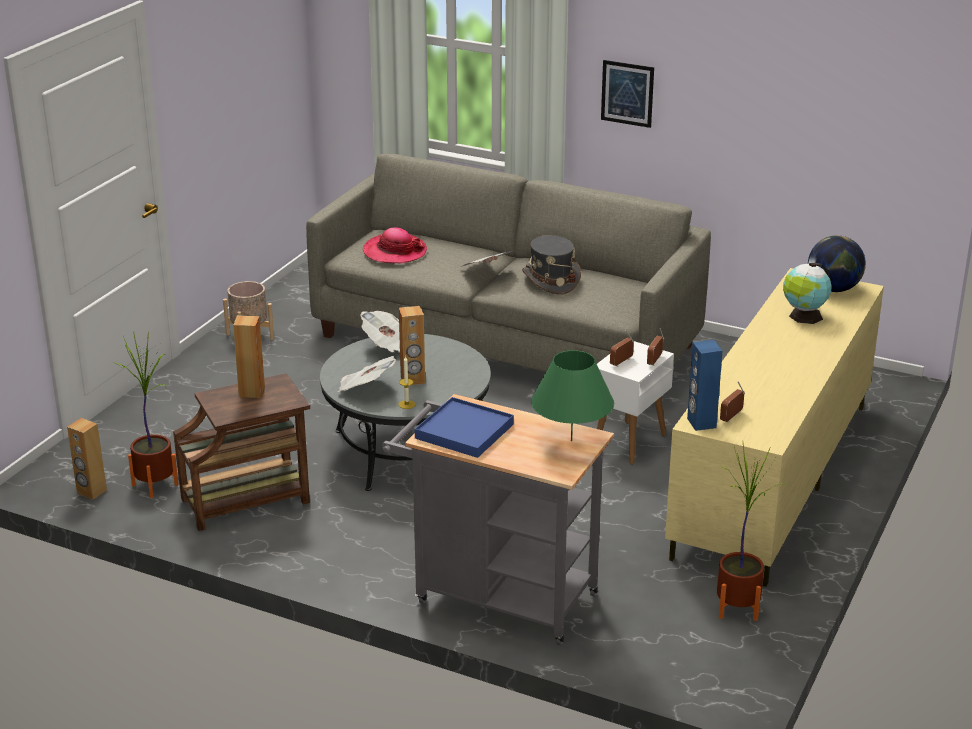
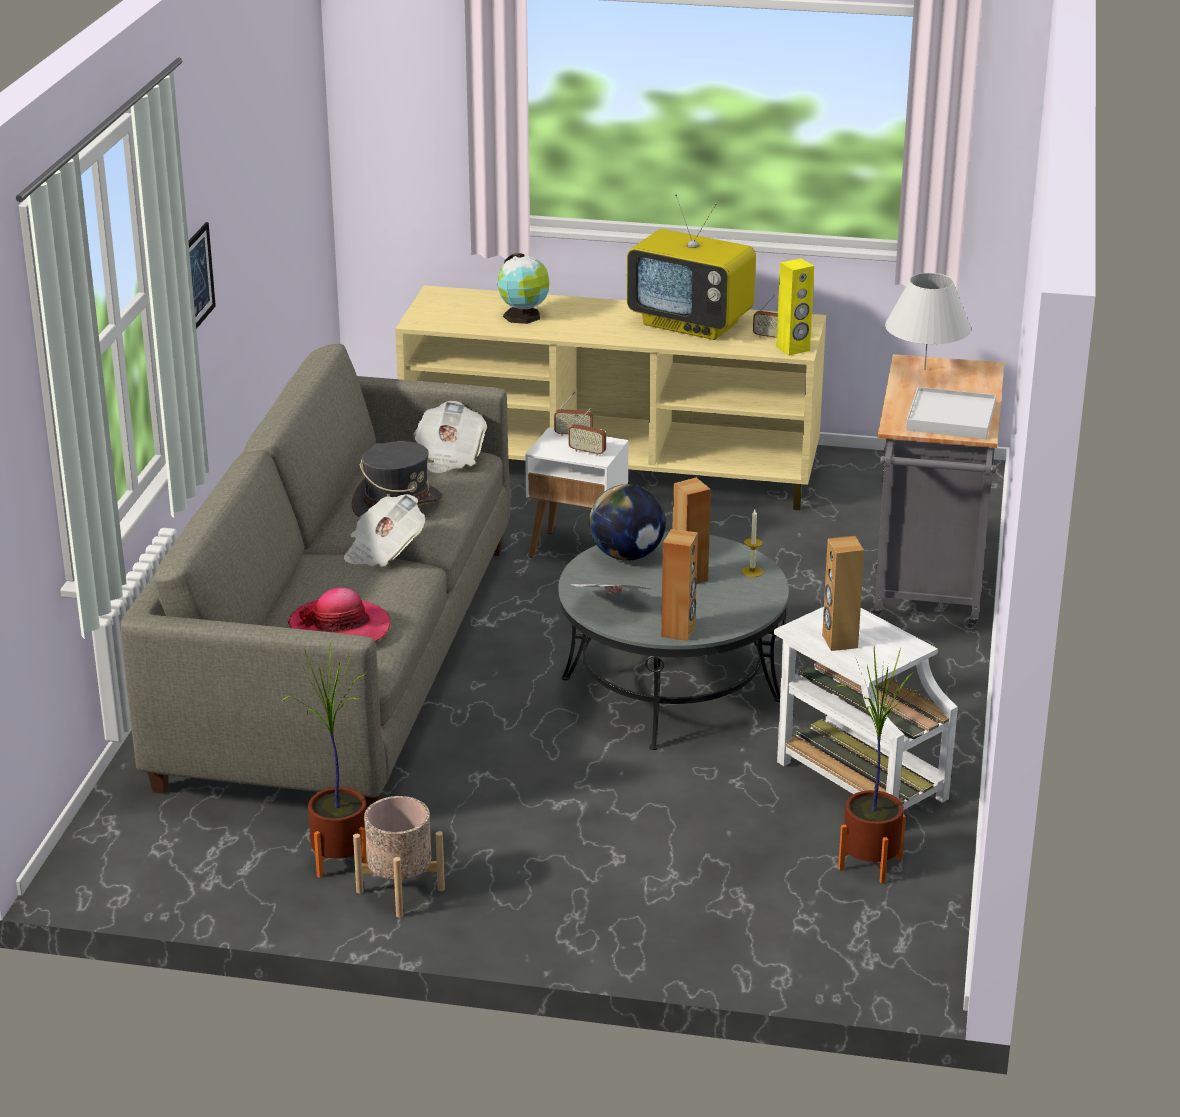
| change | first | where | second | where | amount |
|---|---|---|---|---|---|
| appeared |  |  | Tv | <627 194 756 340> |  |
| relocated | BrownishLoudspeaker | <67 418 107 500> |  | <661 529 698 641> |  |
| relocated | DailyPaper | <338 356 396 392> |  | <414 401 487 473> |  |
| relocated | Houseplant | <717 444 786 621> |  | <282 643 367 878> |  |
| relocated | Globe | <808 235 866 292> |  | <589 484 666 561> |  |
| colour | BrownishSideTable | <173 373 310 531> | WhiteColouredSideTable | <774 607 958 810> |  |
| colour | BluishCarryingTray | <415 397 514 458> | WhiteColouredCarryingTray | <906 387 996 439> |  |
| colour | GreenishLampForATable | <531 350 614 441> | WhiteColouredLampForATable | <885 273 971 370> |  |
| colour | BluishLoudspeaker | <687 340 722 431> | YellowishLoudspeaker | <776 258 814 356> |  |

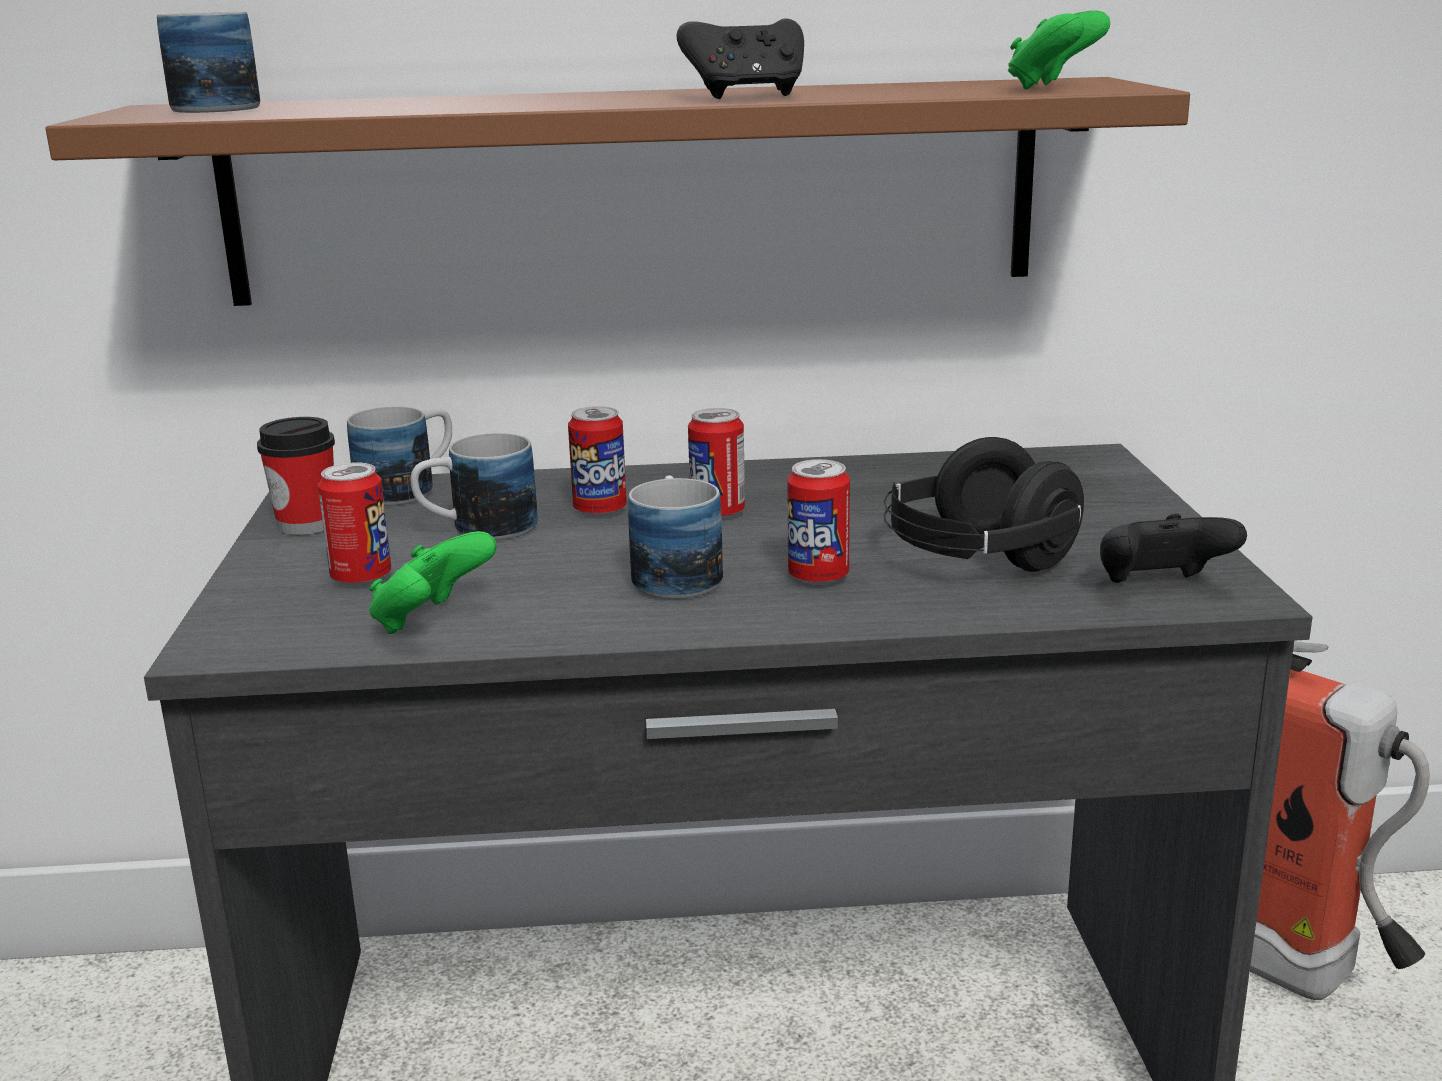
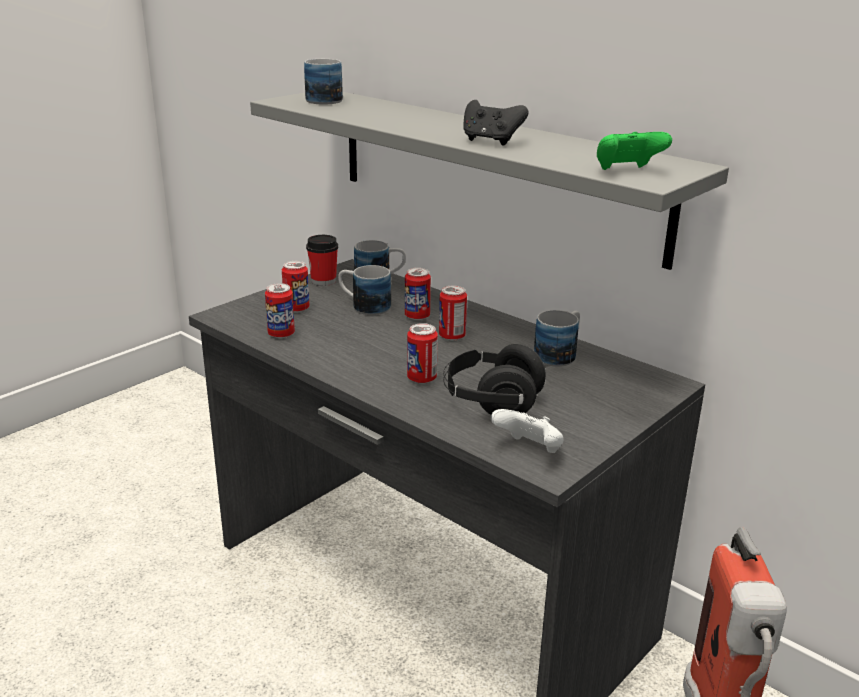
| change | first | where | second | where | amount |
|---|---|---|---|---|---|
| relocated | Mug | <628 476 723 599> |  | <534 310 580 367> |  |
| exchanged | GreenishGameController | <369 531 497 634> | MetalCan | <265 283 295 338> |  |
| colour | BrownishBracketShelf | <46 77 1190 306> | GrayBracketShelf | <250 92 729 270> |  |
| colour | BlackishGameController | <1100 514 1247 583> | WhiteColouredGameController | <491 409 563 453> |  |

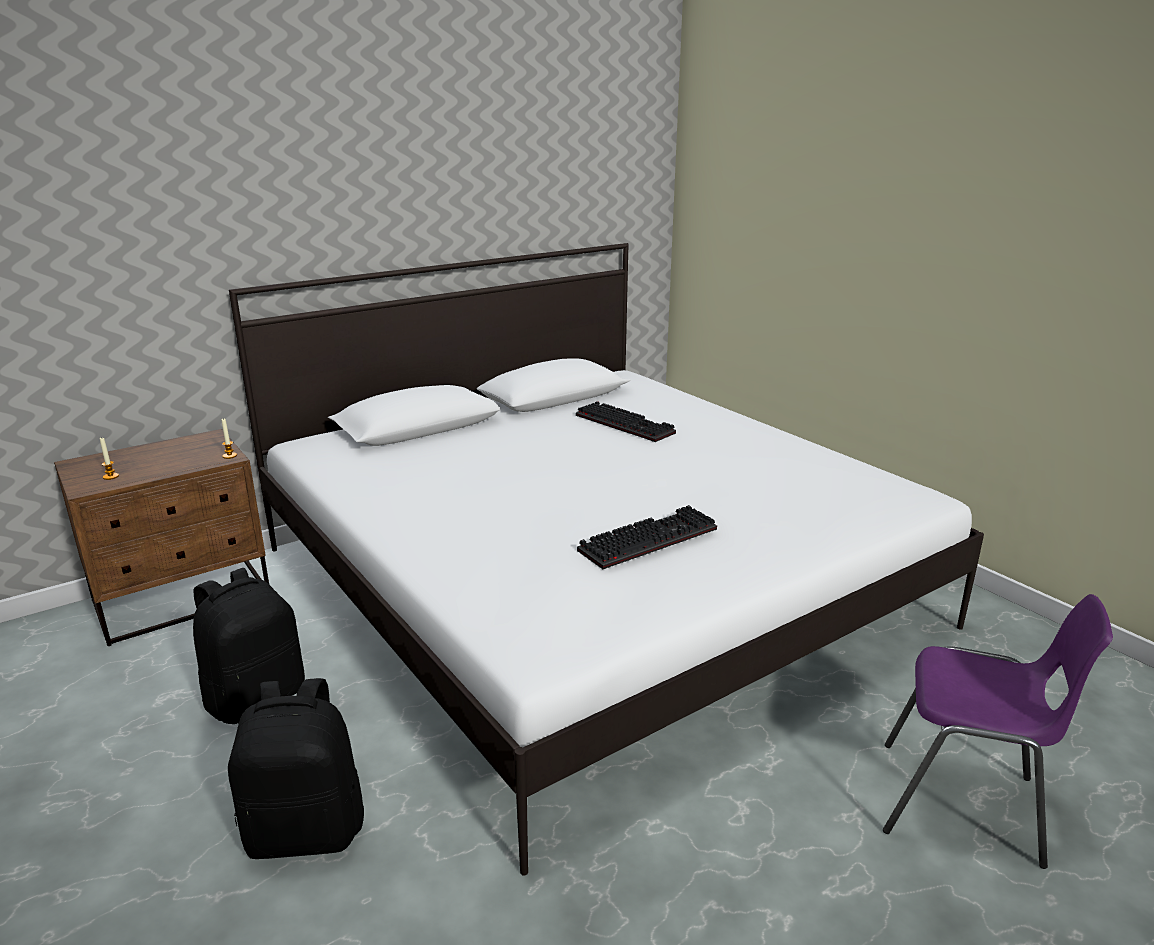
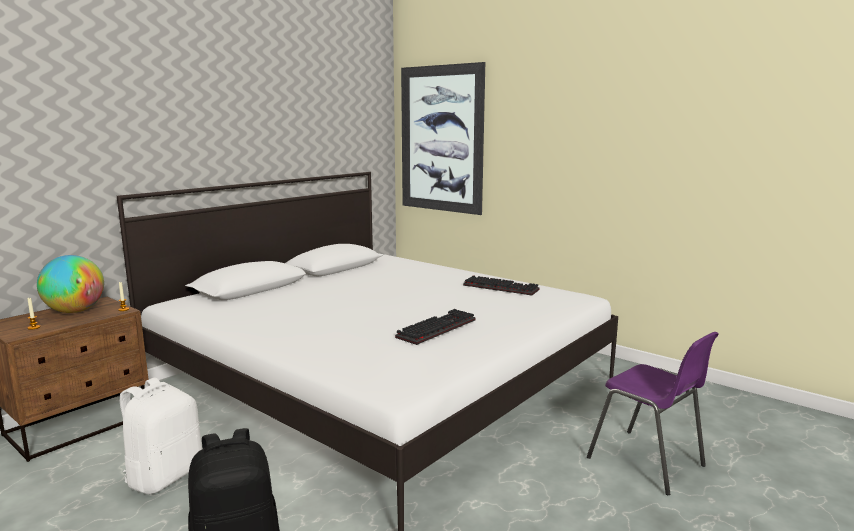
| change | first | where | second | where | amount |
|---|---|---|---|---|---|
| appeared |  |  | Globe | <37 255 104 313> |  |
| appeared |  |  | WallArt | <401 62 485 215> |  |
| relocated | ComputerKeyboard | <576 401 676 442> |  | <463 275 539 296> |  |
| colour | BlackishRucksack | <193 568 305 724> | WhiteColouredRucksack | <120 378 202 494> |  |
| spun | PurplishUprightChair | <883 594 1113 869> |  | <587 332 719 495> | 45 degrees clockwise |

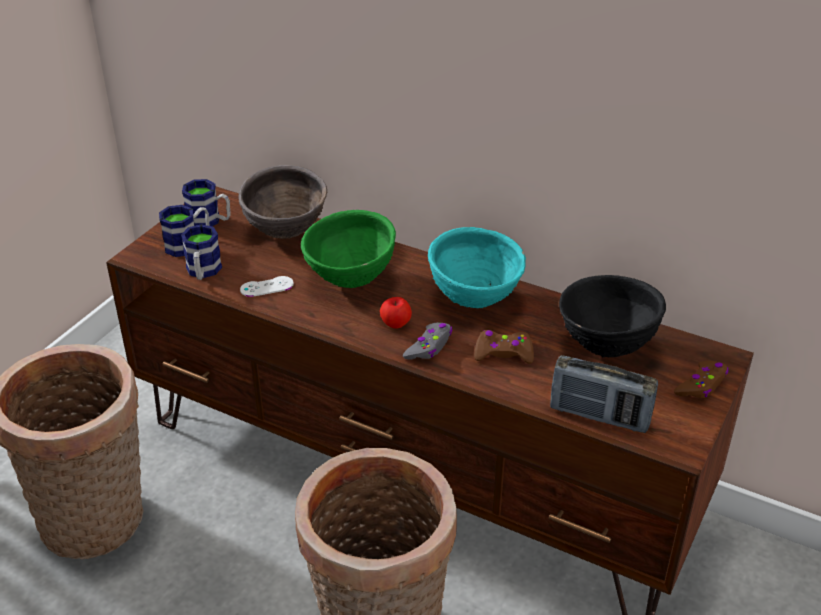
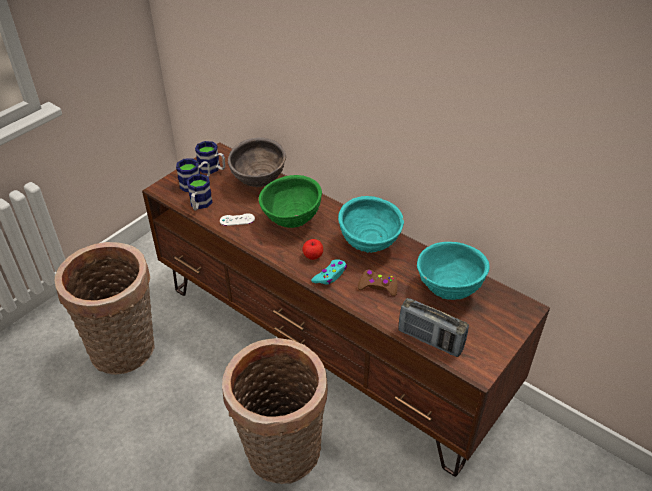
| change | first | where | second | where | amount |
|---|---|---|---|---|---|
| missing | BrownishGameController | <674 361 728 398> |  |  |  |
| colour | GrayGameController | <403 323 452 360> | BlueGreenGameController | <311 259 347 285> |  |
| colour | BlackishServingBowl | <559 275 666 357> | BlueGreenServingBowl | <416 242 489 300> |  |

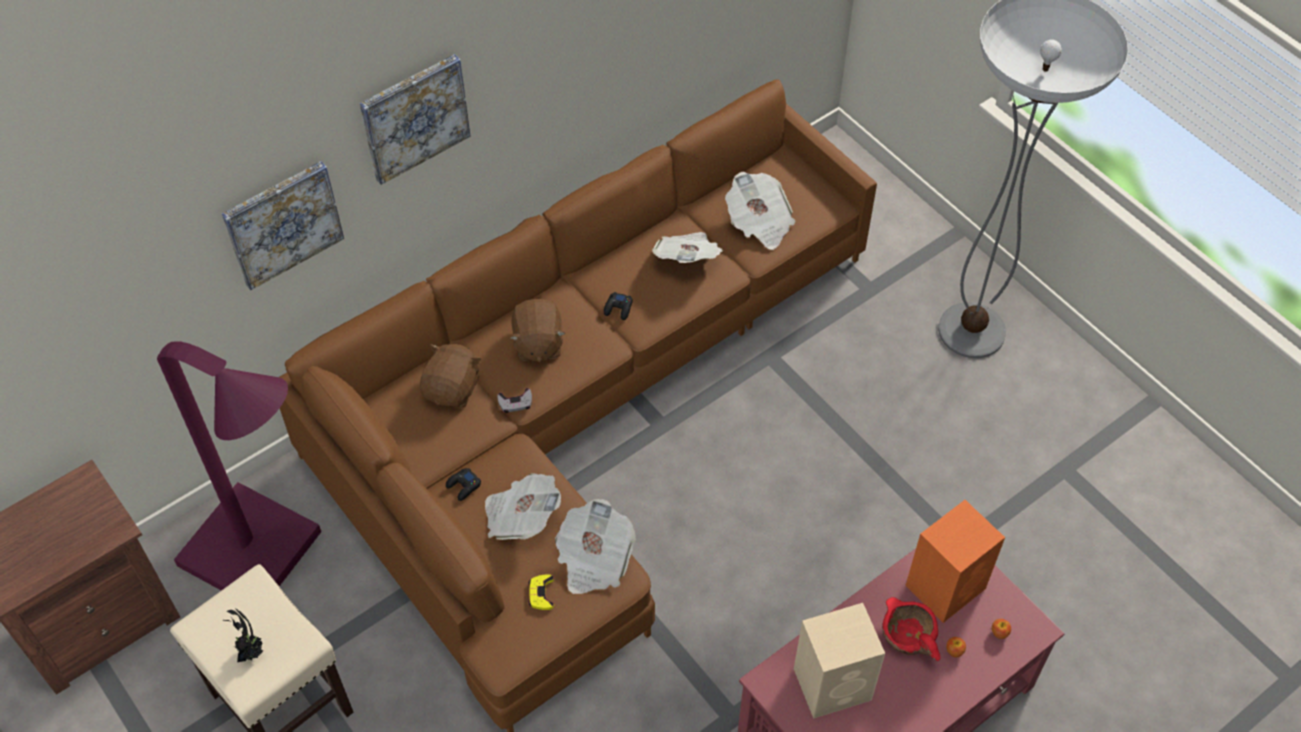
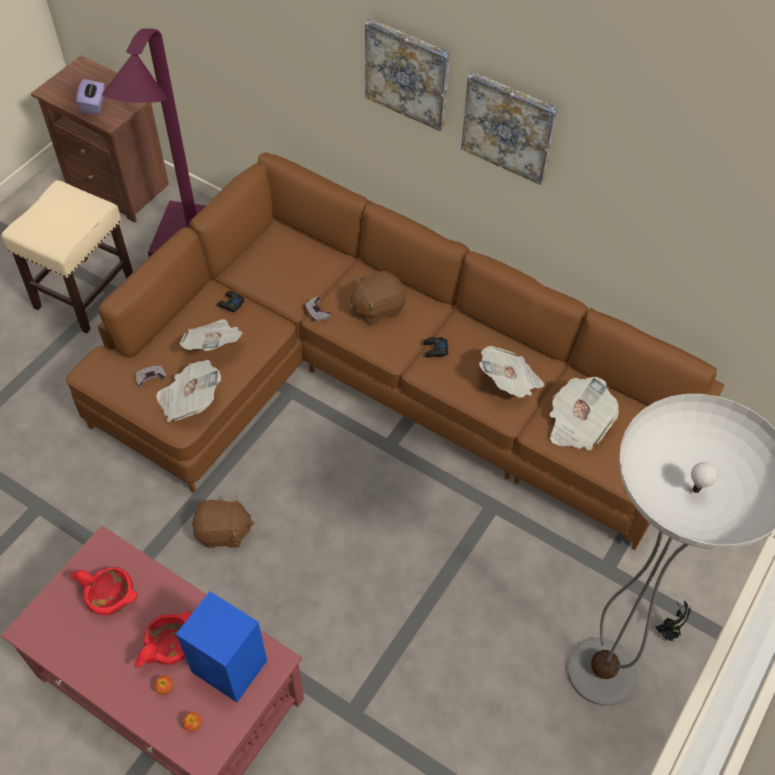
| change | first | where | second | where | amount |
|---|---|---|---|---|---|
| appeared |  |  | PurplishTissueBox | <76 79 105 114> |  |
| relocated | WallArt | <222 161 344 290> |  | <461 72 558 185> |  |
| relocated | Houseplant | <223 609 263 662> |  | <656 601 691 641> |  |
| relocated | BrownishPlushToy | <420 344 482 408> |  | <192 495 255 548> |  |
| exchanged | BeigeColouredLoudspeaker | <794 603 885 719> | ReddishServingBowl | <70 567 138 615> |  |
| colour | YellowishGameController | <529 574 554 610> | GrayGameController | <136 365 167 388> |  |
| colour | OrangeLoudspeaker | <906 500 1005 623> | BluishLoudspeaker | <176 591 267 702> |  |

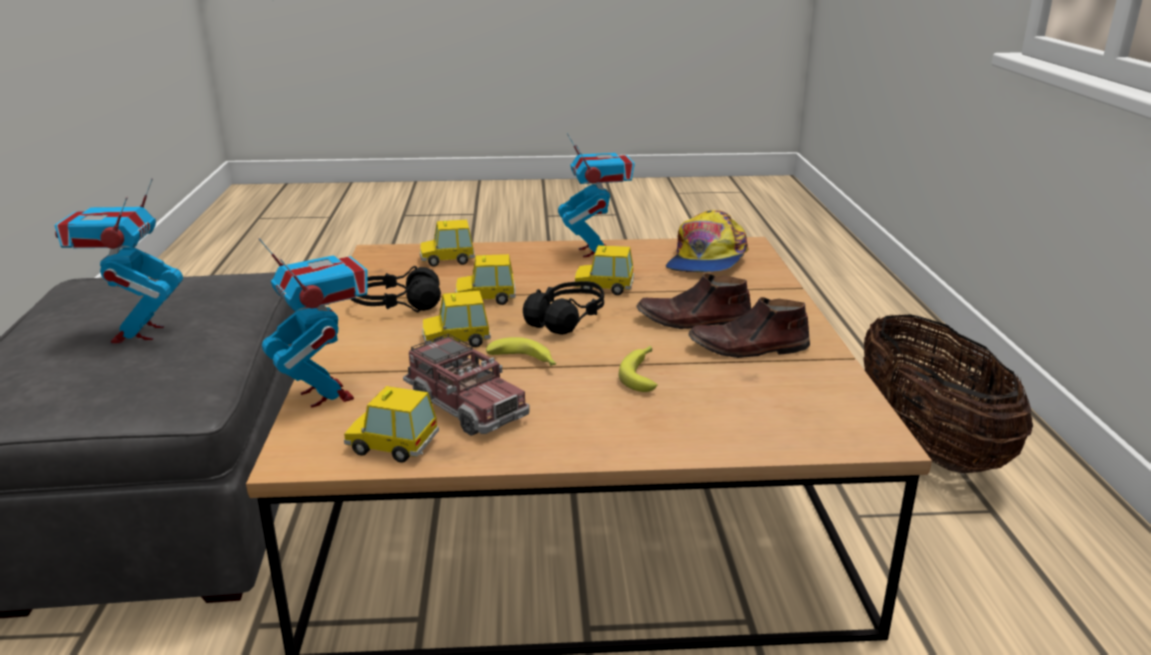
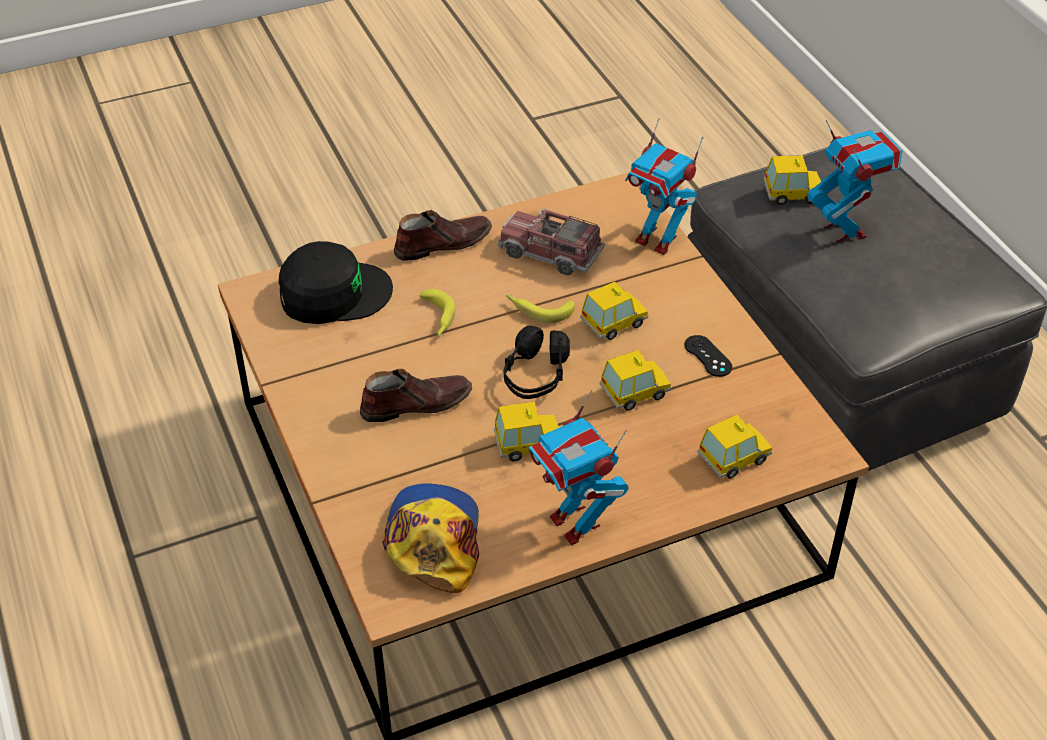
| change | first | where | second | where | amount |
|---|---|---|---|---|---|
| missing | Basket | <863 314 1033 473> |  |  |  |
| appeared |  |  | BlackishBaseballCap | <279 241 393 324> |  |
| relocated | MiniatureCar | <344 386 439 463> |  | <764 155 821 205> |  |
| relocated | BrownishLowShoe | <688 297 810 358> |  | <394 210 492 261> |  |
| exchanged | BlackishHeadphones | <351 266 441 312> | BlackishGameController | <684 335 732 377> |  |

